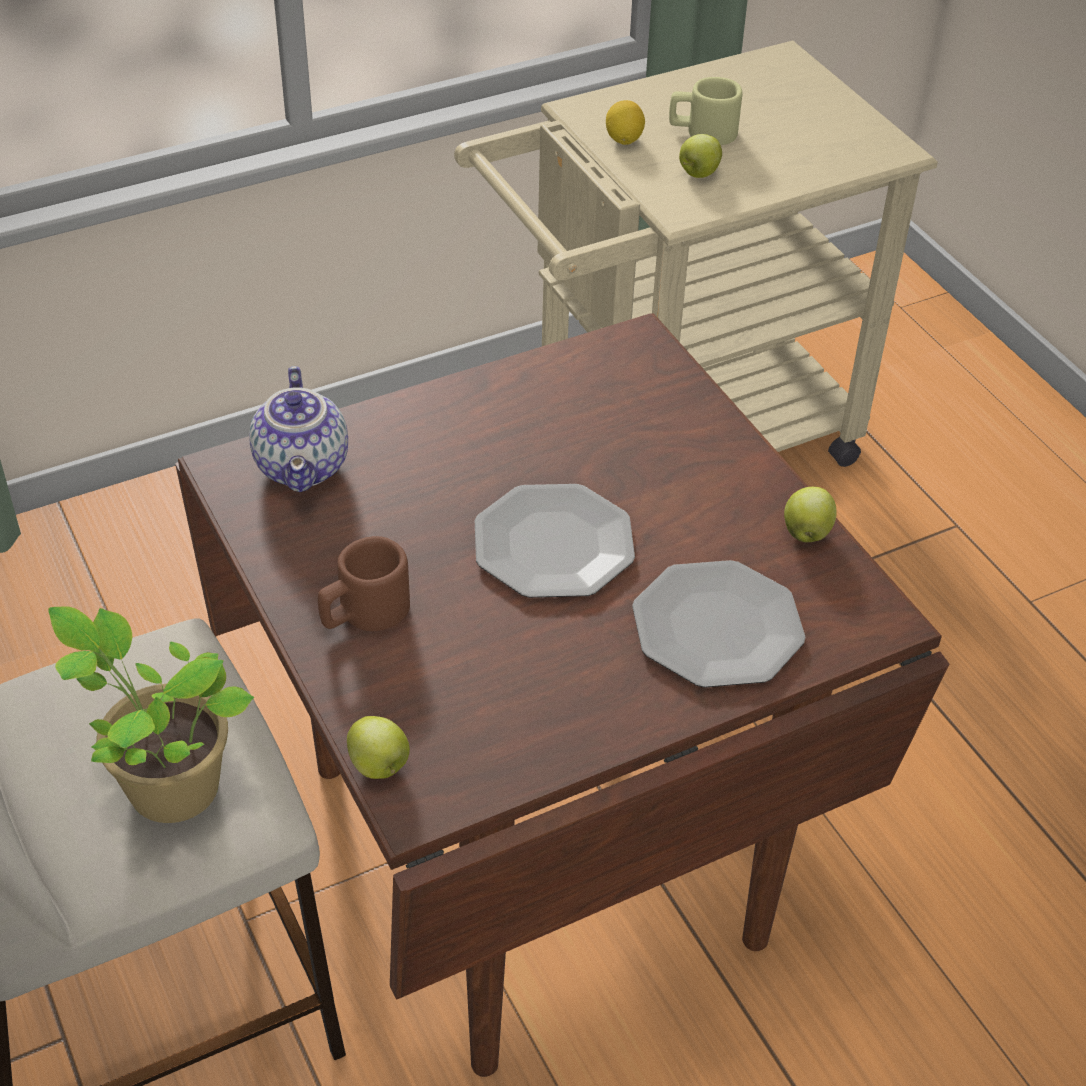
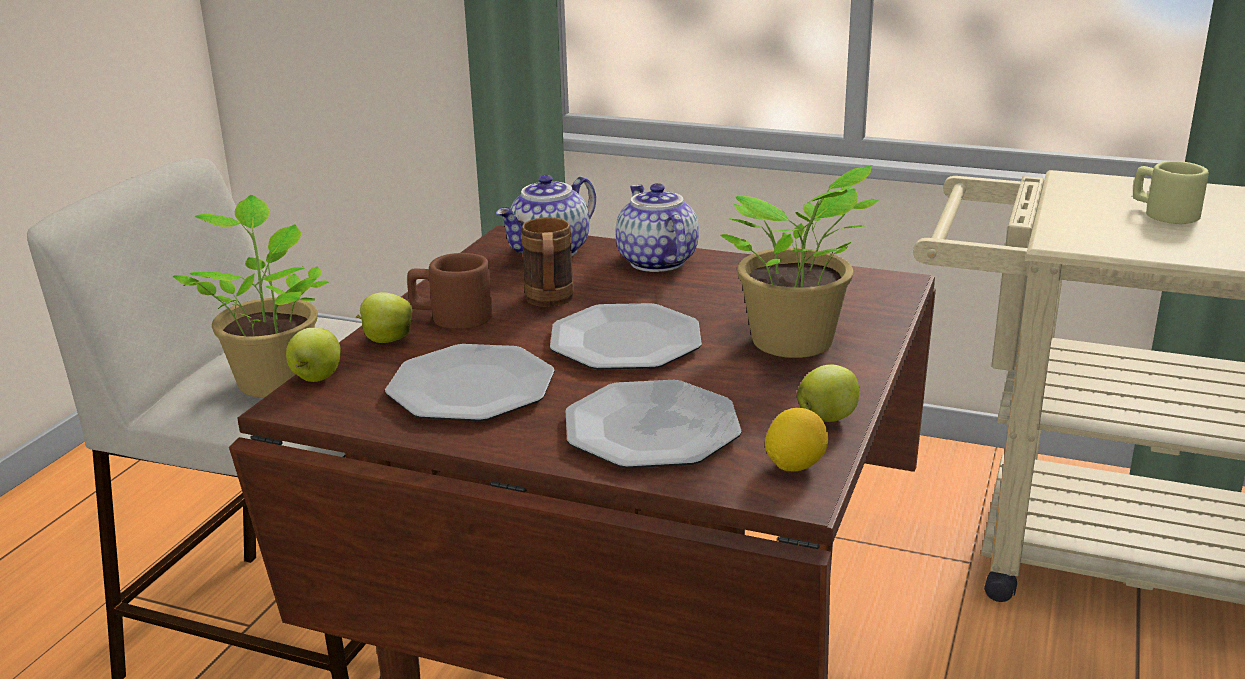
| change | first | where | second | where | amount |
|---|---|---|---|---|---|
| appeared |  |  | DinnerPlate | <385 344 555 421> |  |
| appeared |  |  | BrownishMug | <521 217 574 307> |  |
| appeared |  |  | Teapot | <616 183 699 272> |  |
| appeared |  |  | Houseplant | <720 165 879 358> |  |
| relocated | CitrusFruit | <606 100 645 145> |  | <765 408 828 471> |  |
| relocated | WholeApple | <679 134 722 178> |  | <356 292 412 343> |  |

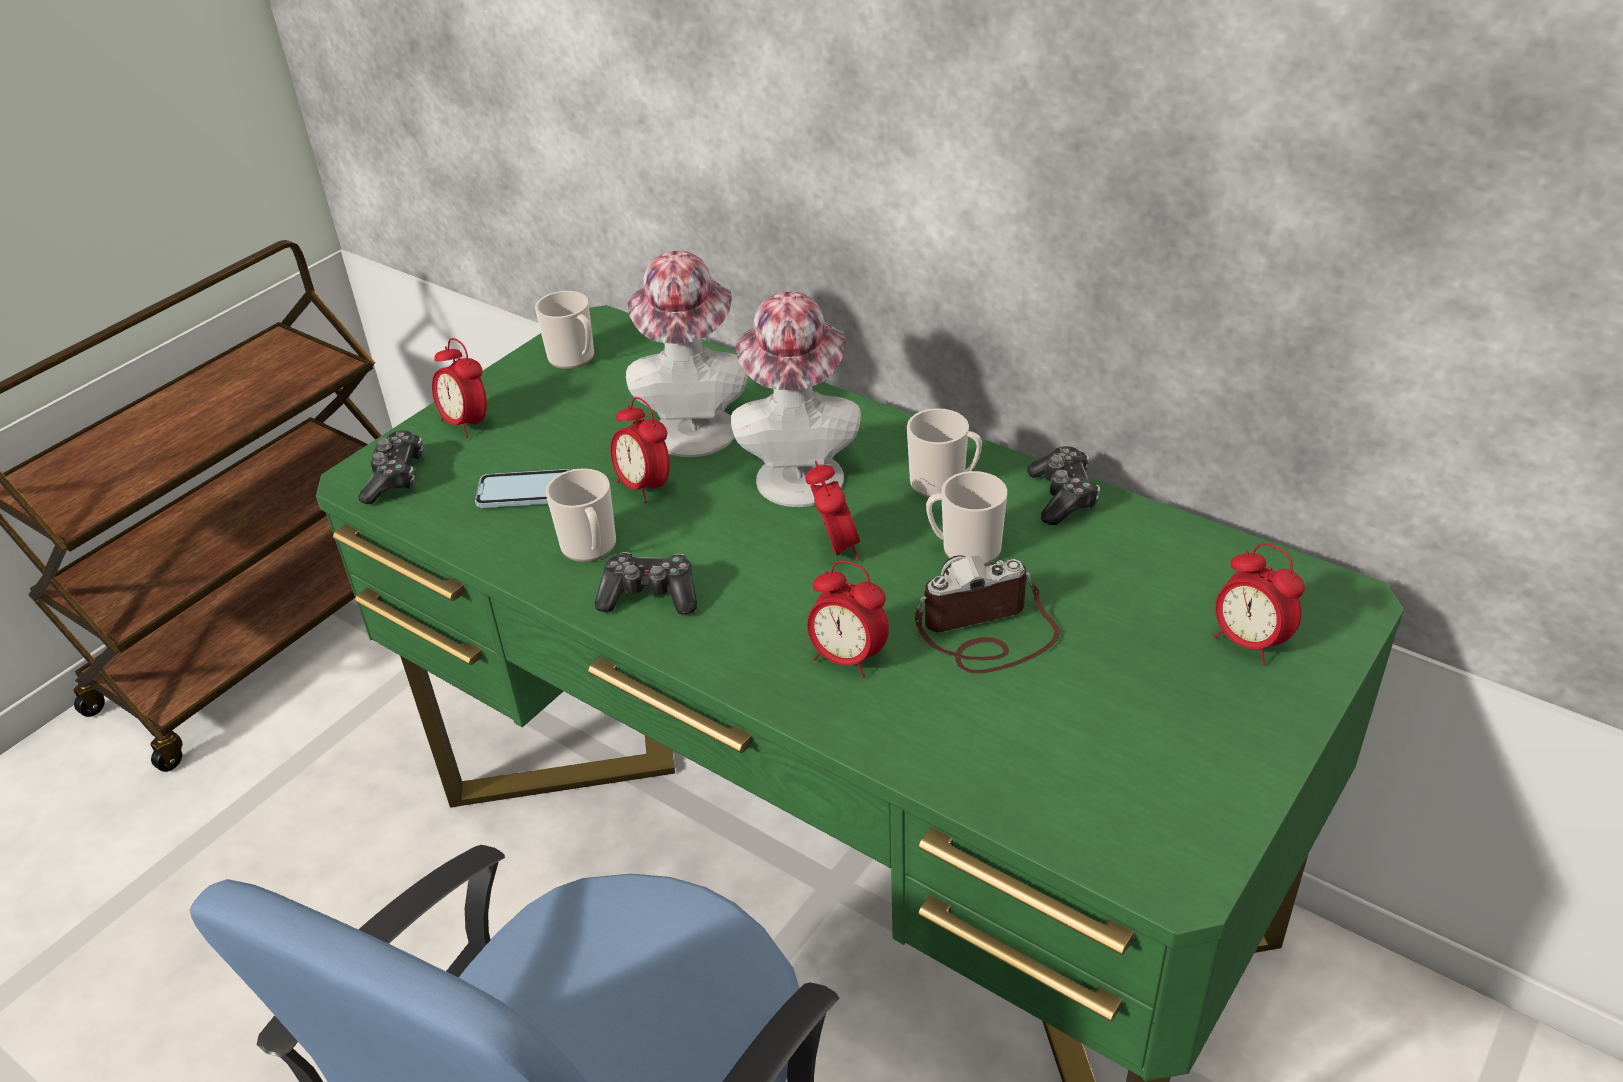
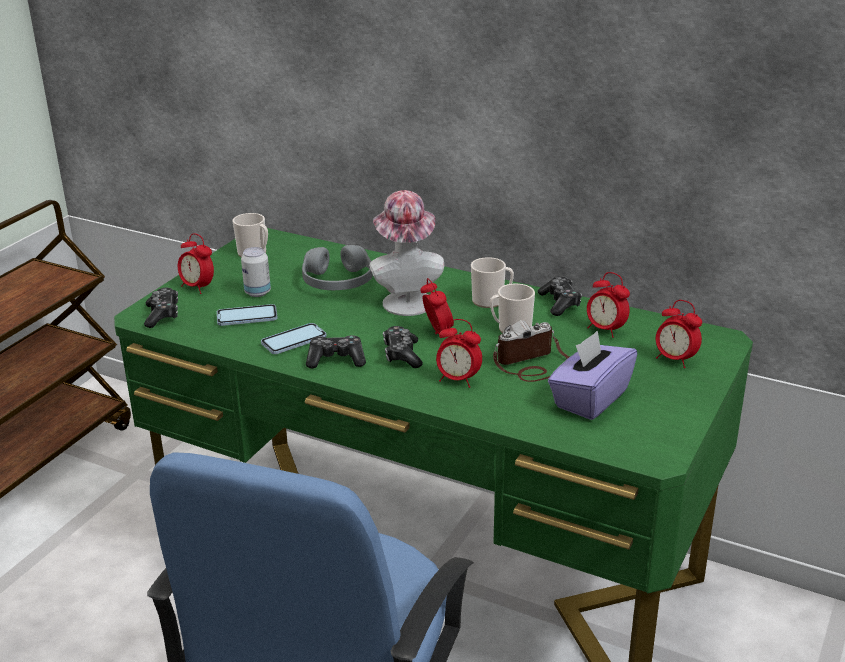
| change | first | where | second | where | amount |
|---|---|---|---|---|---|
| appeared |  |  | MetalCan | <241 247 271 297> |  |
| appeared |  |  | GameController | <383 326 423 368> |  |
| appeared |  |  | PurplishTissueBox | <548 330 637 420> |  |
| relocated | TableClock | <610 397 670 503> |  | <587 272 630 338> |  |
| exchanged | Mug | <545 468 616 562> | Telephone | <261 323 327 354> |  |
| exchanged | ClothingHat | <626 251 748 457> | GrayHeadphones | <302 245 373 290> |  |

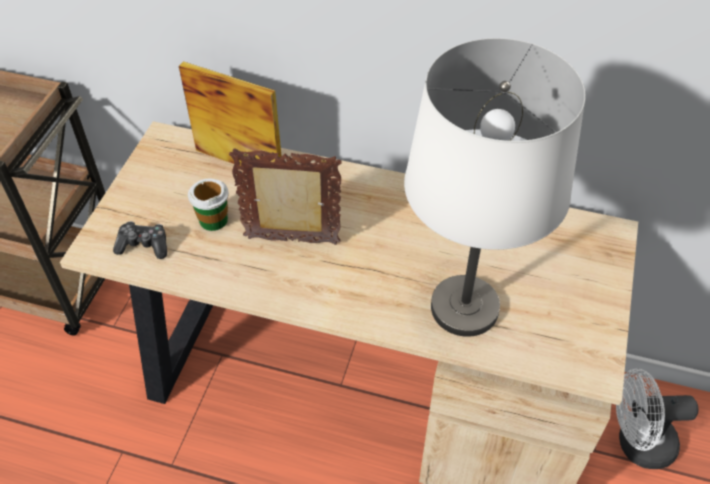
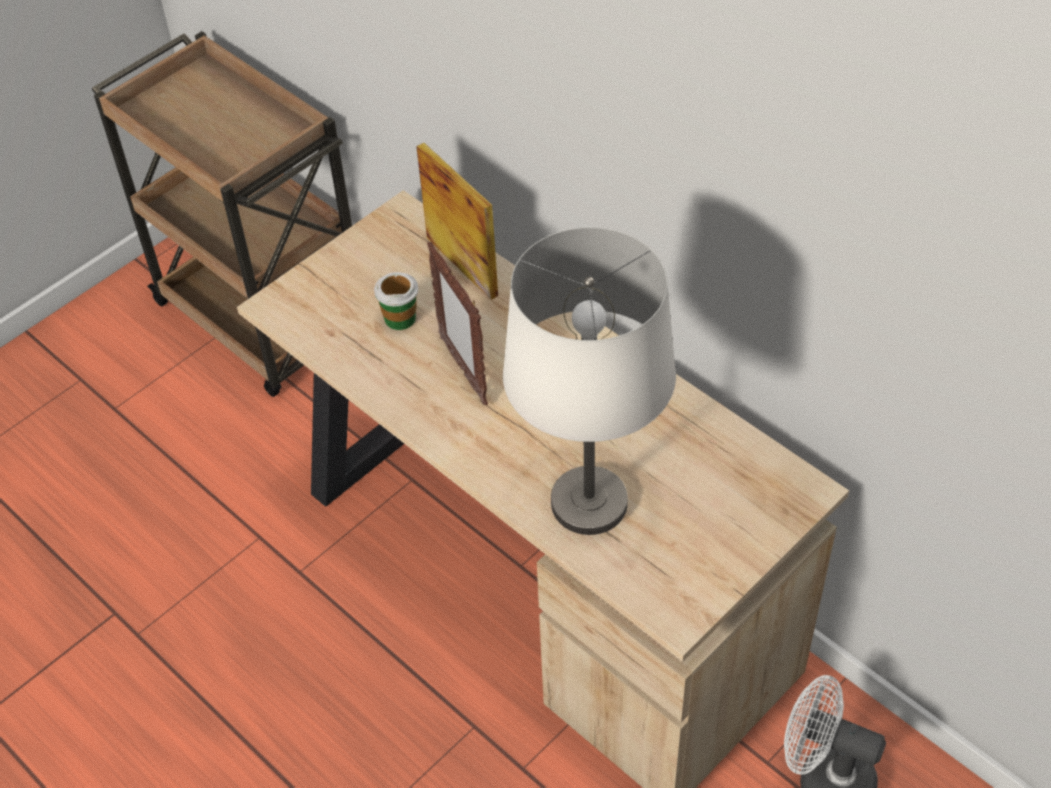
| change | first | where | second | where | amount |
|---|---|---|---|---|---|
| missing | GameController | <113 221 167 259> |  |  |  |
| spun | PhotoFrame | <229 148 342 245> |  | <427 242 488 405> | 150 degrees counterclockwise |

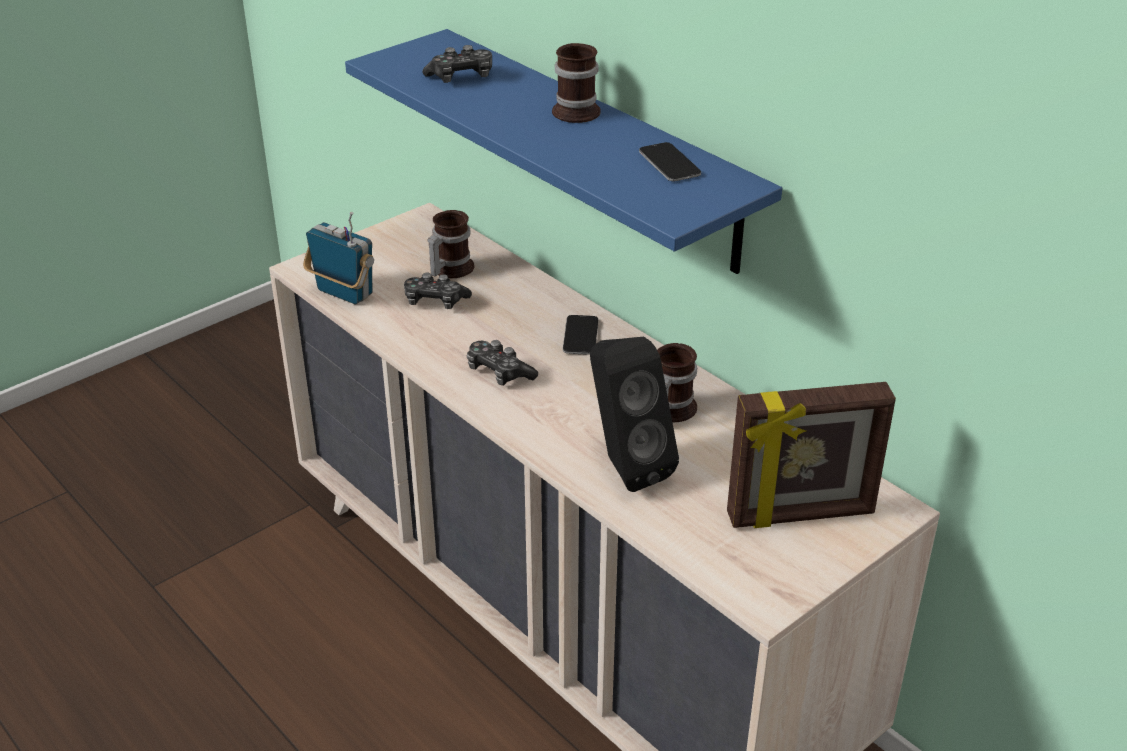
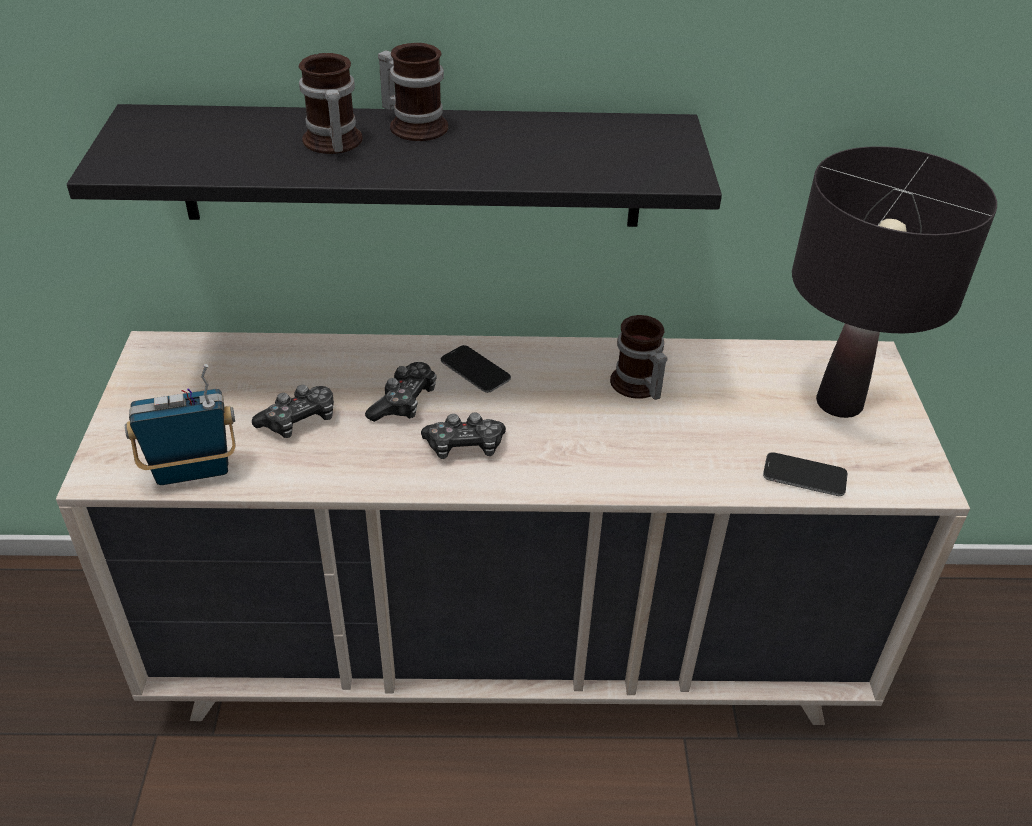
| change | first | where | second | where | amount |
|---|---|---|---|---|---|
| missing | BlackishLoudspeaker | <590 337 679 492> |  |  |  |
| relocated | GameController | <423 45 492 83> |  | <365 362 437 422> |  |
| relocated | Mug | <428 210 475 278> |  | <299 53 363 154> |  |
| relocated | Telephone | <639 142 701 181> |  | <763 452 847 496> |  |
| exchanged | PhotoFrame | <727 382 896 528> | BlackishLampForATable | <792 146 997 418> |  |
| colour | BluishBracketShelf | <345 29 782 274> | BlackishBracketShelf | <67 104 722 227> |  |

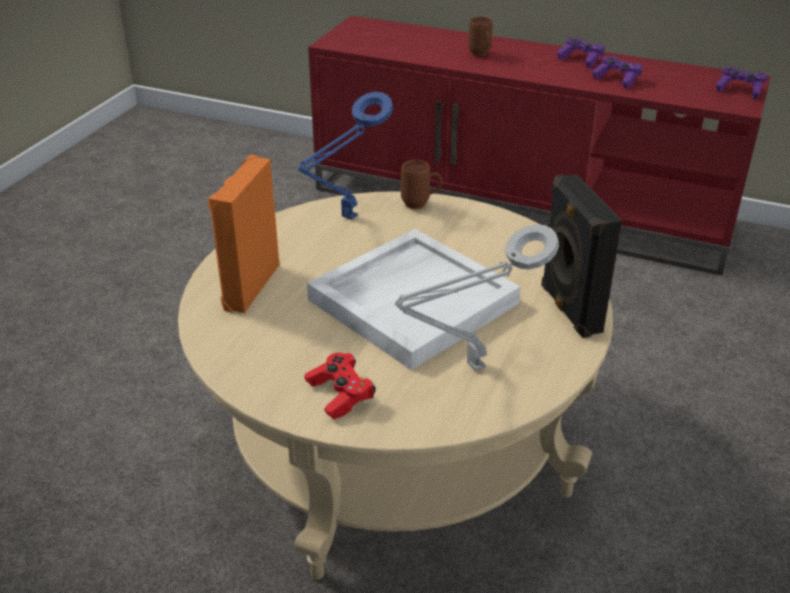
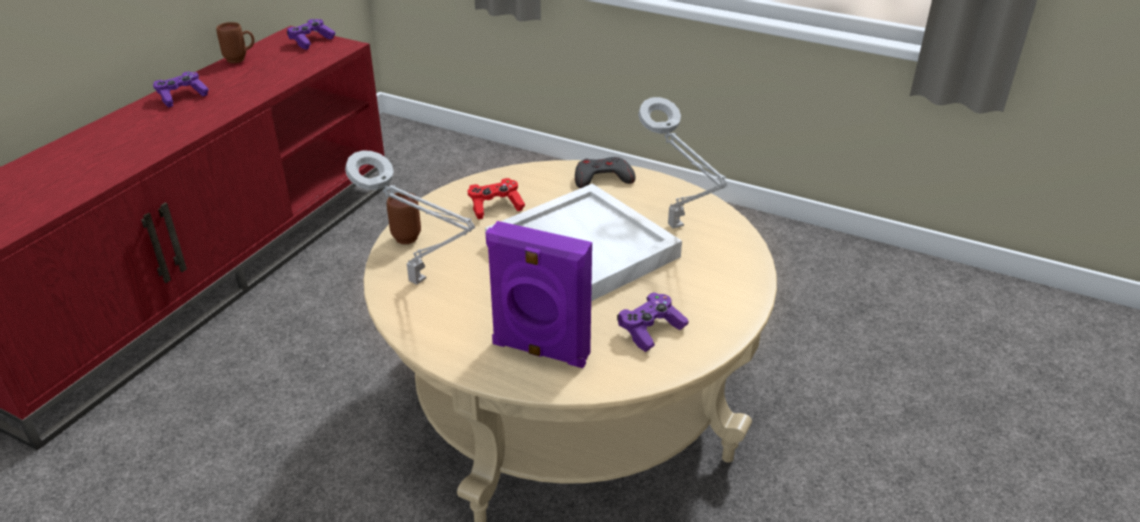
| change | first | where | second | where | amount |
|---|---|---|---|---|---|
| relocated | ReddishGameController | <304 353 375 419> |  | <468 178 525 219> |  |
| relocated | BrownishMug | <468 17 493 57> |  | <216 22 255 63> |  |
| relocated | PurplishGameController | <592 56 642 88> |  | <617 292 688 352> |  |
| exchanged | BlackishLoudspeaker | <541 174 622 338> | GrayGameController | <575 157 635 188> |  |
| colour | OrangeLoudspeaker | <208 154 280 313> | PurplishLoudspeaker | <485 221 592 368> |  |
| colour | BluishLampForATable | <297 92 393 220> | GrayLampForATable | <345 151 475 285> |  |

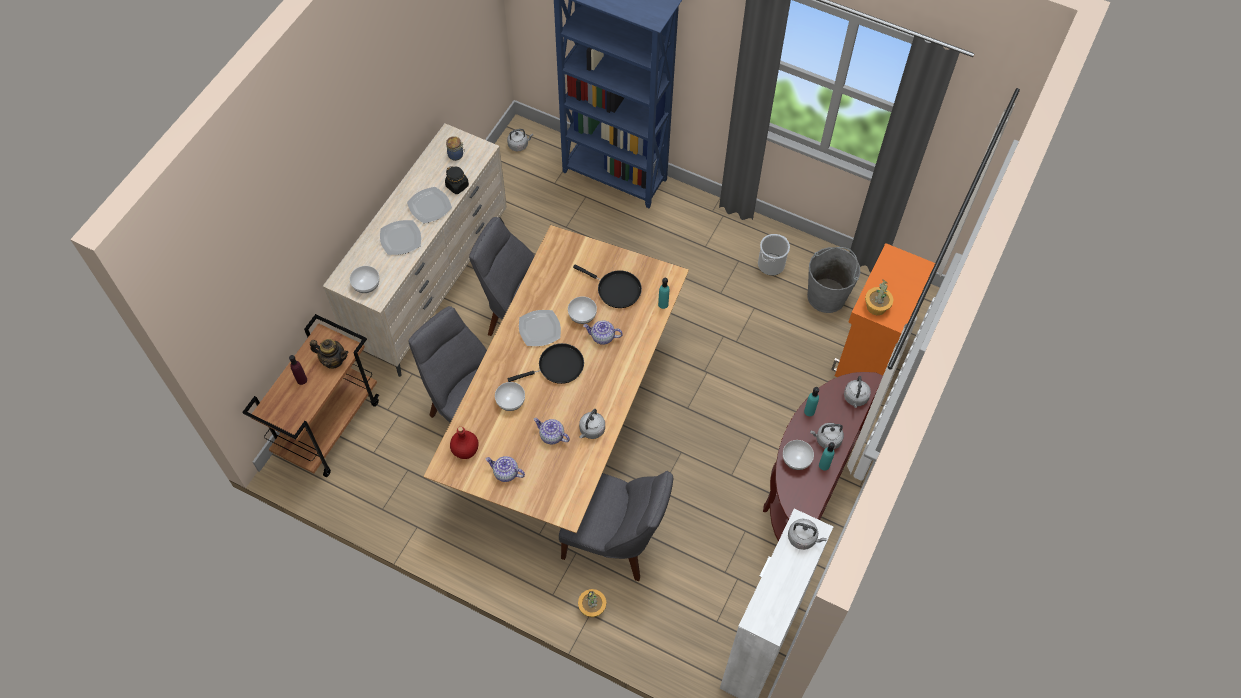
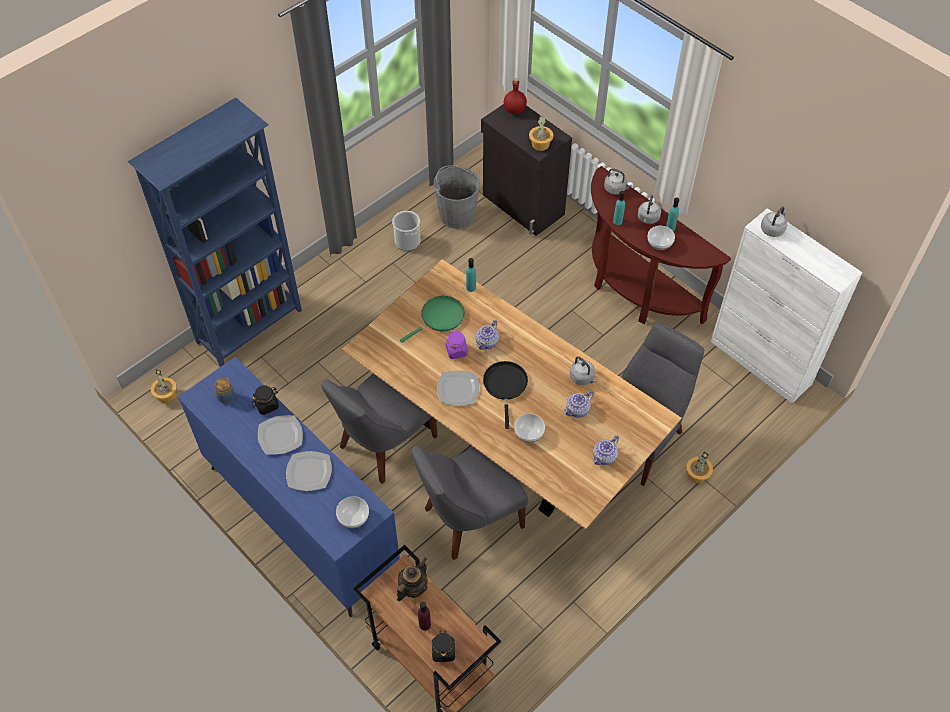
| change | first | where | second | where | amount |
|---|---|---|---|---|---|
| appeared |  |  | BlackishPreserveJar | <432 630 455 662> |  |
| relocated | ReddishDrinkBottle | <450 427 479 459> |  | <504 78 527 114> |  |
| exchanged | GrayTeaKettle | <507 129 533 152> | Houseplant | <151 369 177 403> |  |
| exchanged | ServingBowl | <568 296 597 324> | PurplishPreserveJar | <446 330 468 359> |  |
| colour | BeigeColouredChestOfDrawers | <323 123 507 377> | BluishChestOfDrawers | <178 357 400 617> |  |
| colour | BlackishPan | <573 264 642 308> | GreenishPan | <400 296 465 343> |  |
| colour | OrangeCupboard | <831 243 935 377> | BlackishCupboard | <481 104 572 236> |  |

